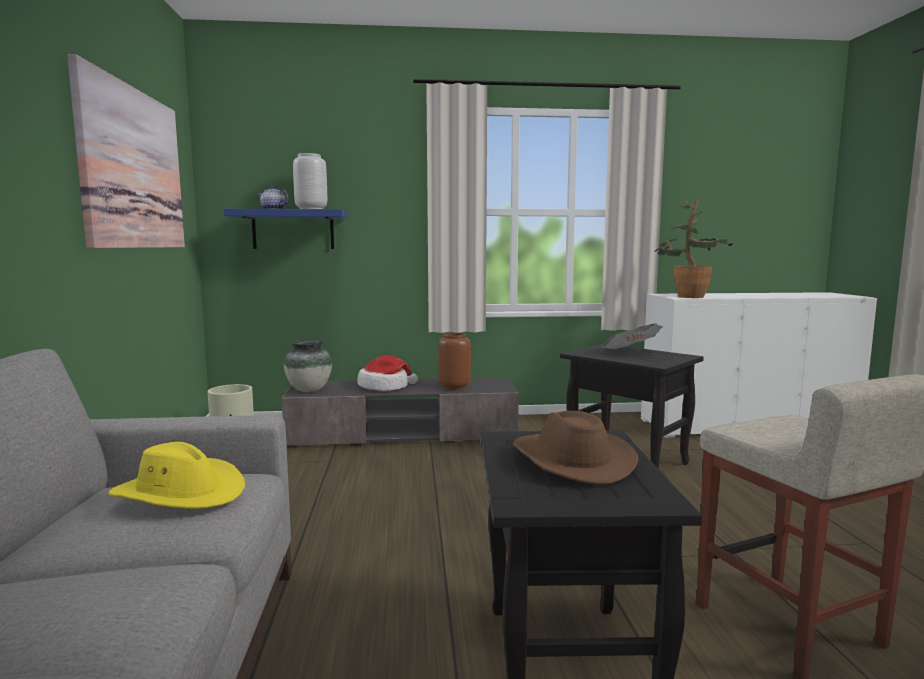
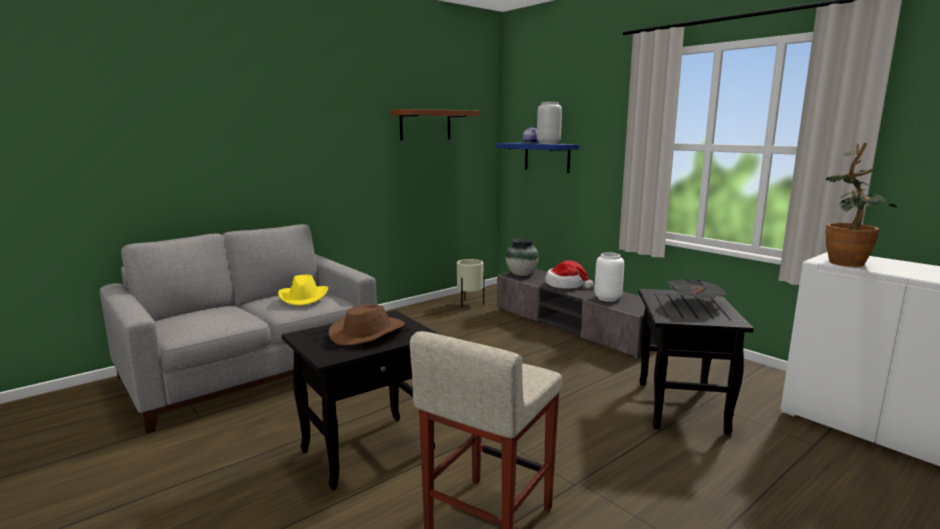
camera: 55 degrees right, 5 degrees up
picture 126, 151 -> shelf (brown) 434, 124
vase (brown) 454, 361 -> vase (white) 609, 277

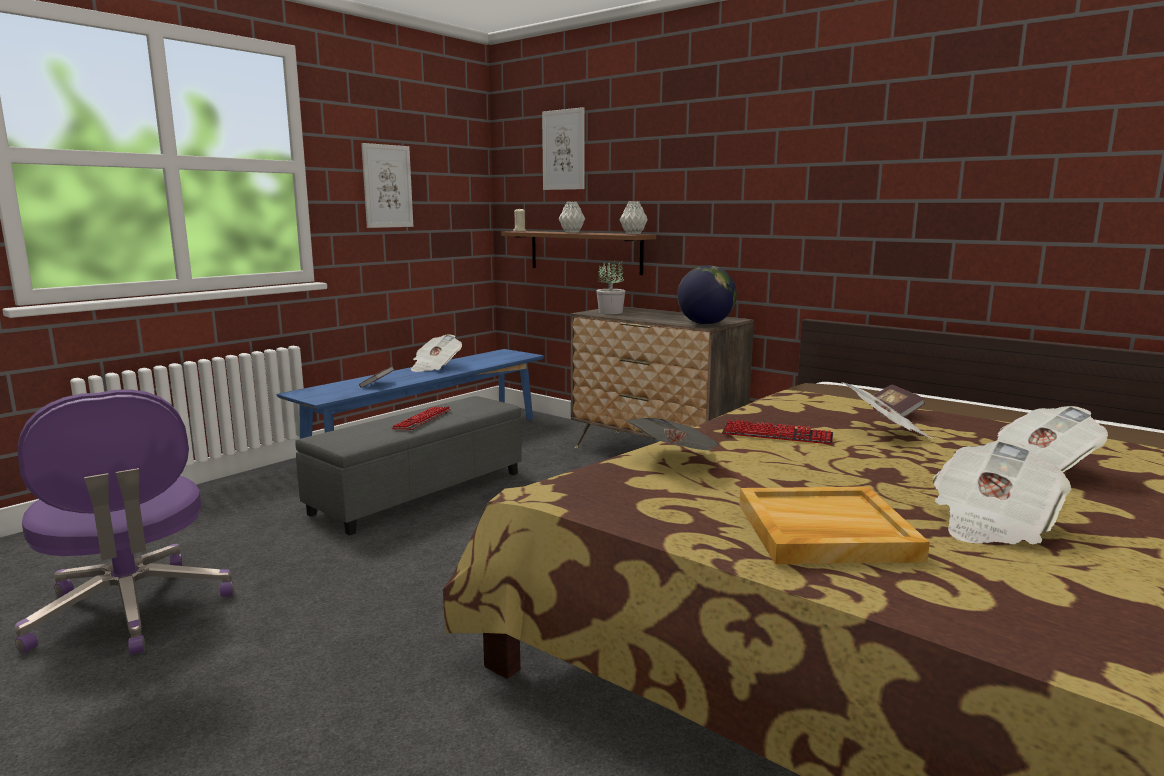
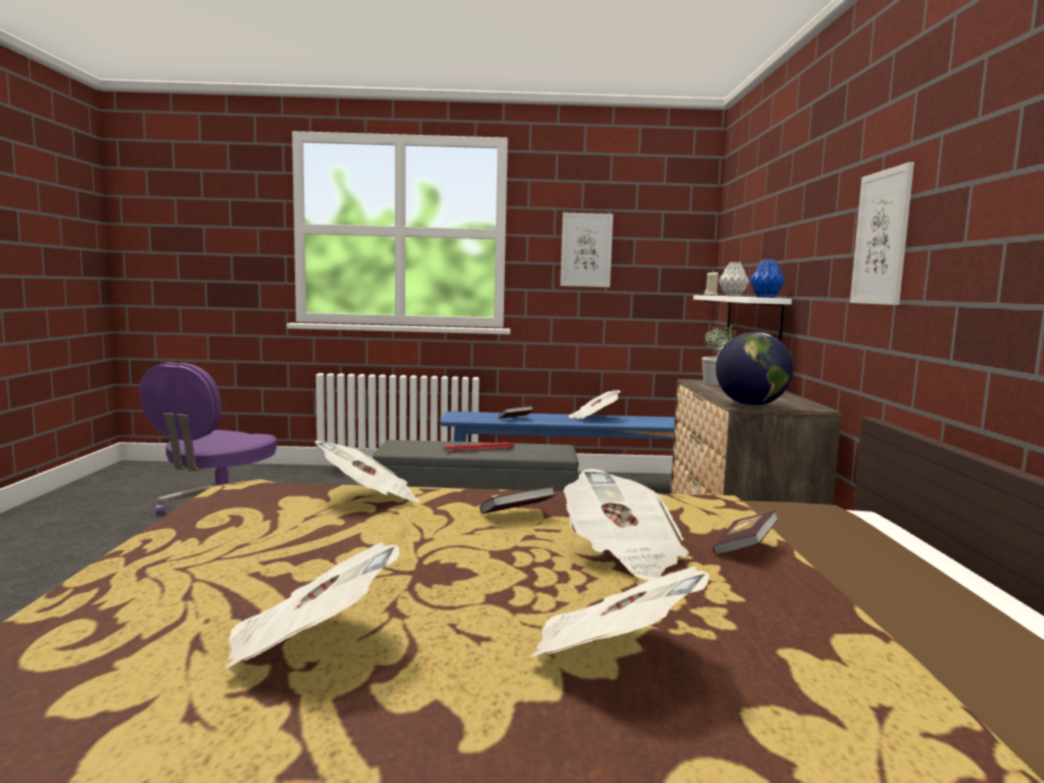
camera: 50 degrees right, 5 degrees down
keyboard 777, 432 -> book 518, 500
shelf (brown) 578, 253 -> shelf (white) 742, 318
vase (grey) 633, 217 -> vase (blue) 767, 278
picture 563, 148 -> picture 882, 233, shifted
tray (beige) 834, 525 -> none

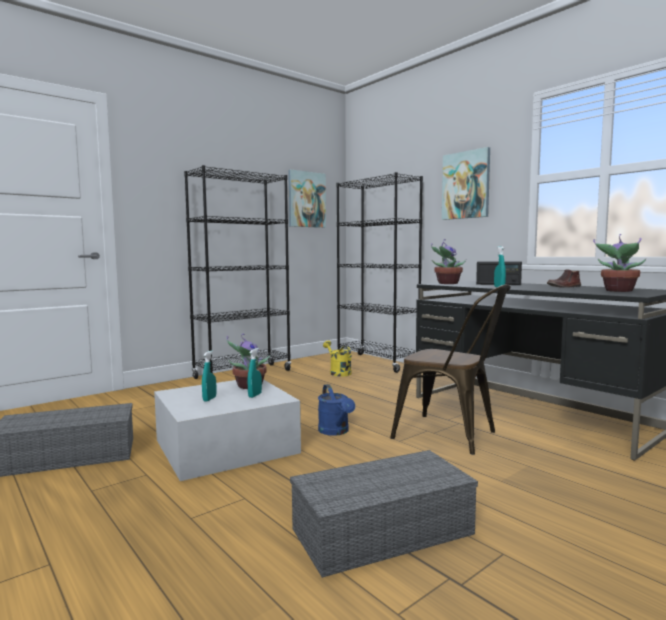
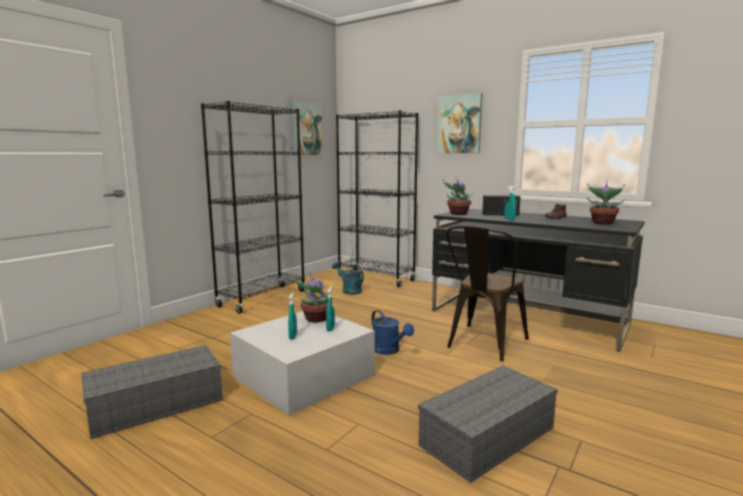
camera: 15 degrees left, 5 degrees up
watering can (yellow) 337, 358 -> watering can (turquoise) 348, 278
chair (brown) 450, 369 -> chair (brown) 487, 293, 105 degrees clockwise

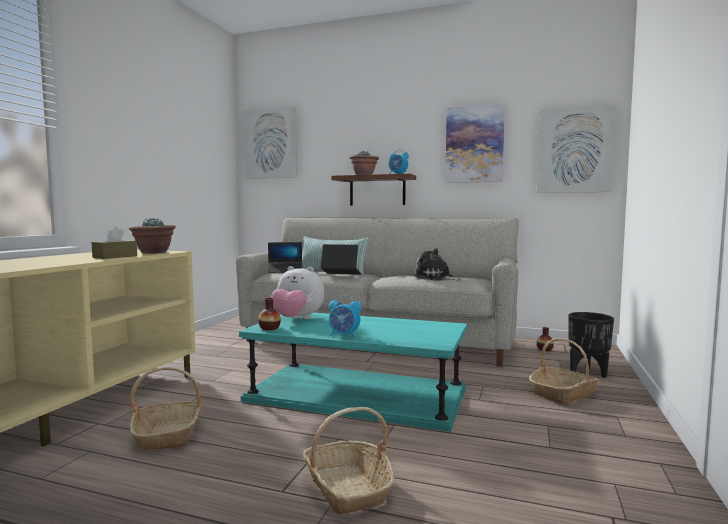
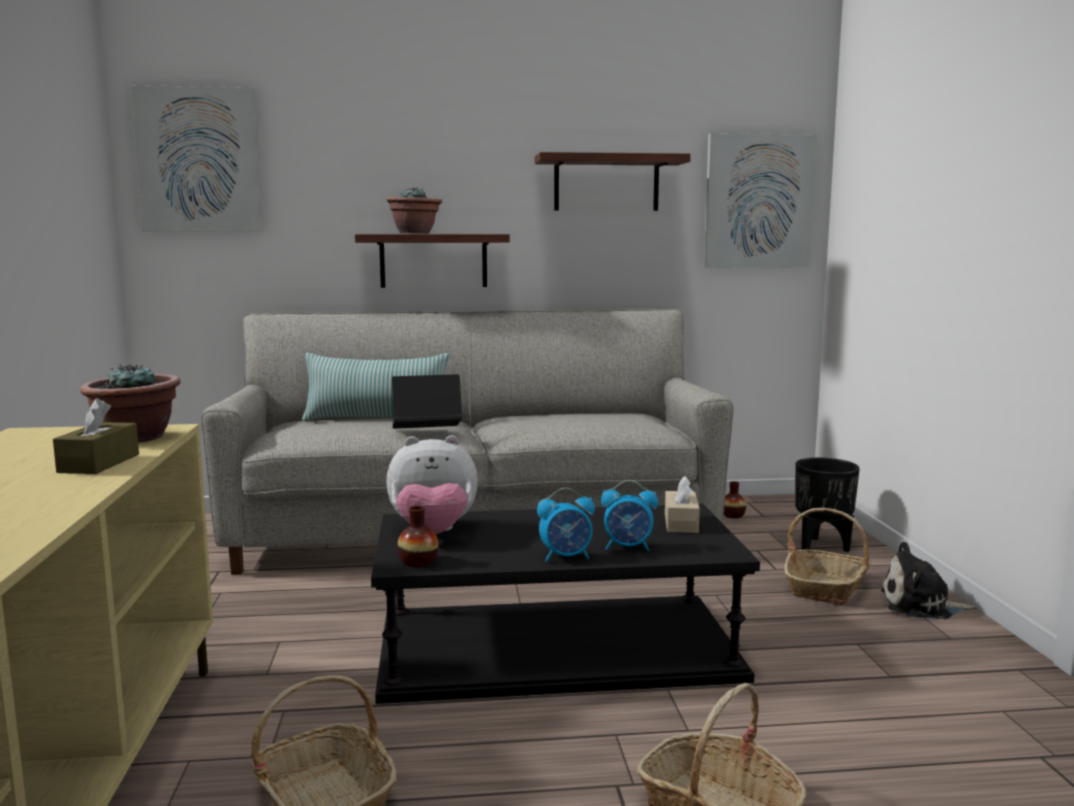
camera: 25 degrees left, 5 degrees up
coffee table (turquoise) 353, 372 -> coffee table (black) 565, 604
picture 475, 143 -> shelf 613, 181
alarm clock 398, 162 -> alarm clock 629, 515, shifted
none -> tissue box (beige) 682, 504
plush toy 438, 264 -> plush toy 928, 580, shifted
laptop 285, 257 -> none

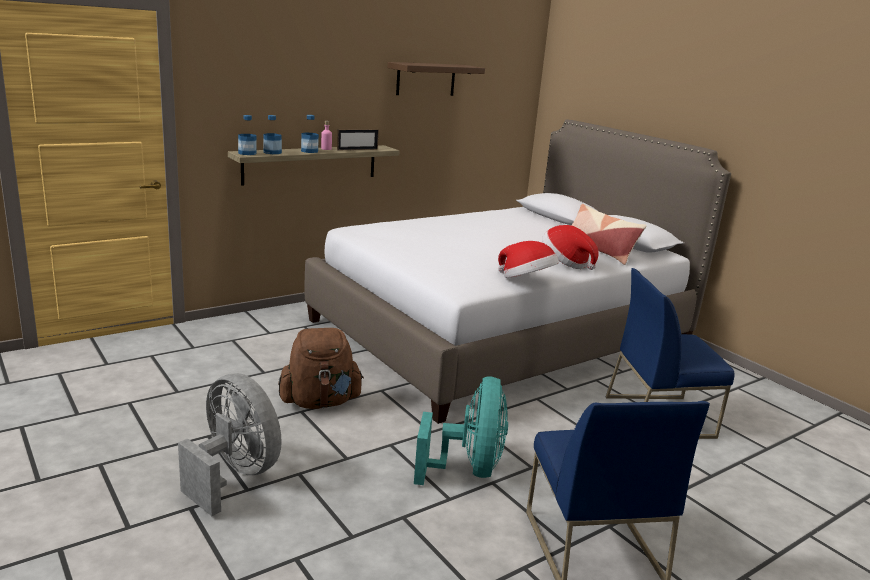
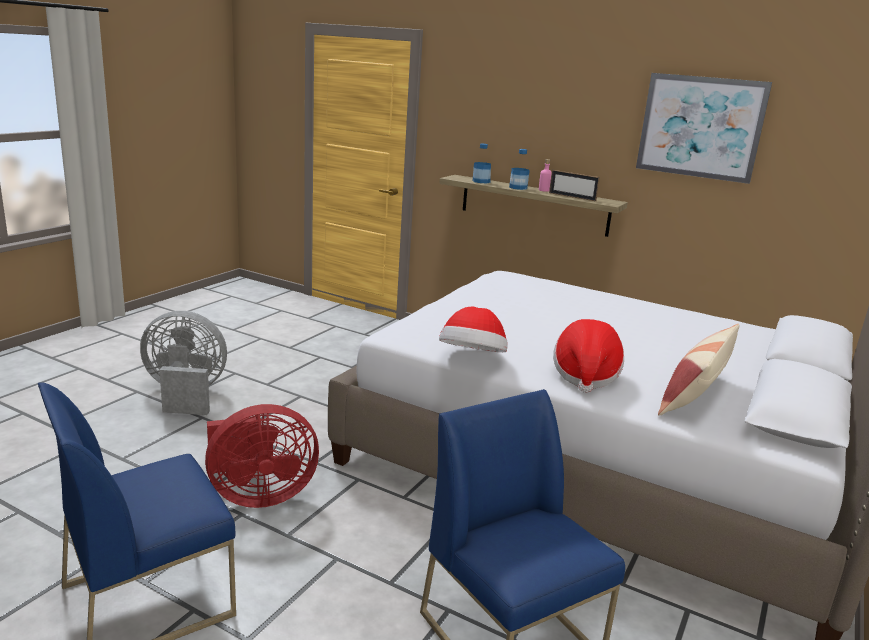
camera: 65 degrees right, 0 degrees up
fan (grey) 230, 444 -> fan (grey) 183, 363, 105 degrees counterclockwise
fan (turquoise) 461, 431 -> fan (red) 262, 456
shelf (brown) 436, 79 -> picture 704, 128
bottle 247, 135 -> none
backpack (brown) 321, 368 -> none

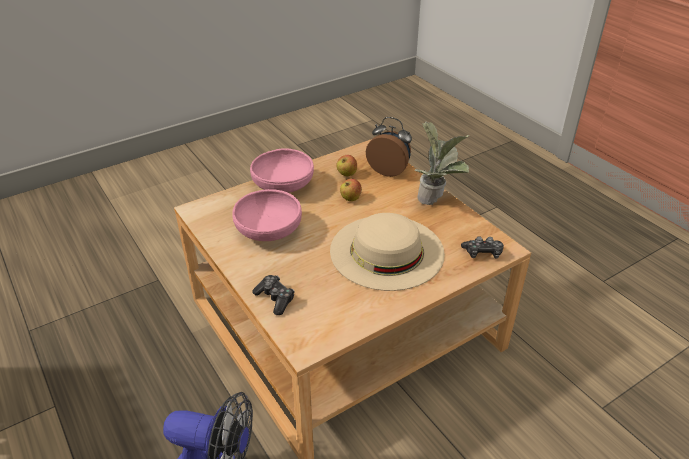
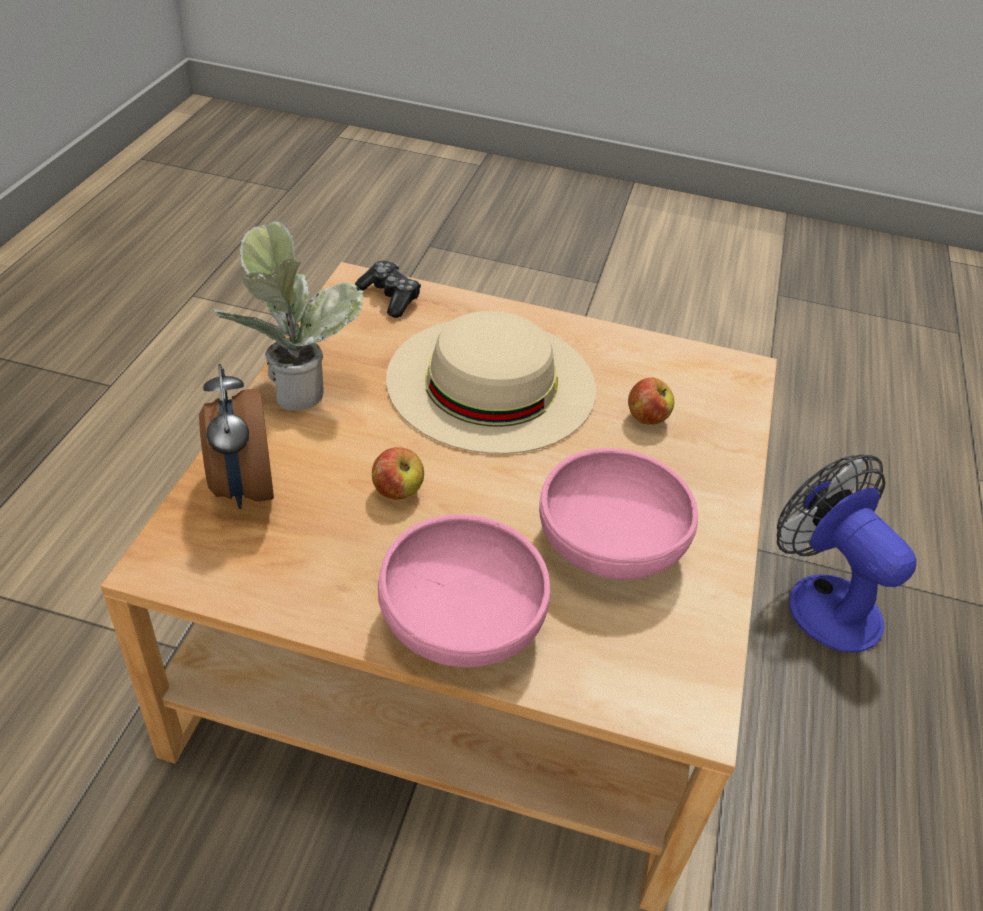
camera: 135 degrees left, 5 degrees up
apple 346, 165 -> apple 651, 401, shifted
game controller 273, 295 -> none

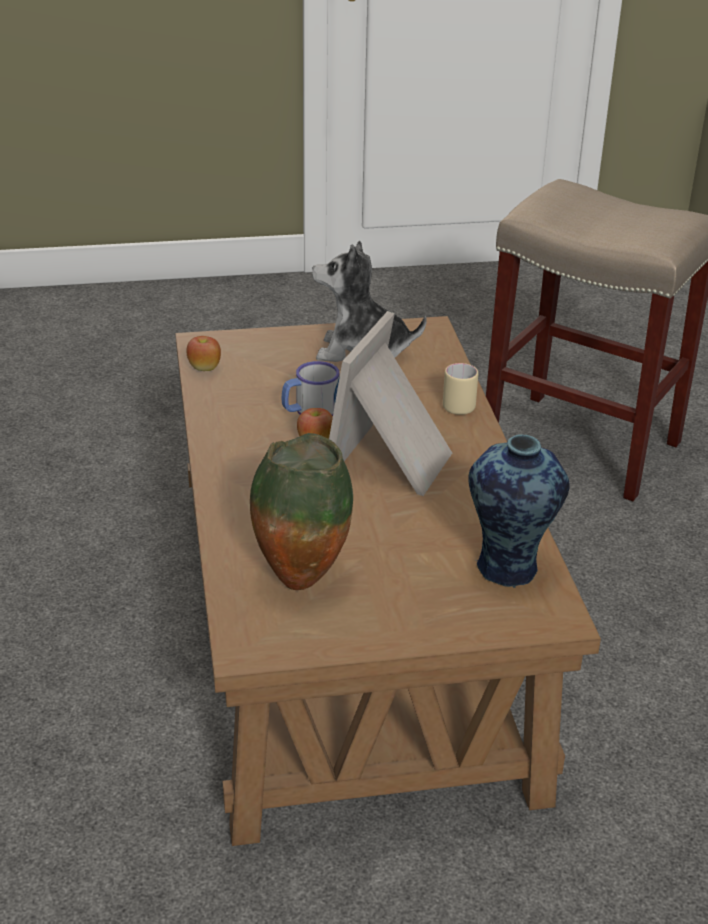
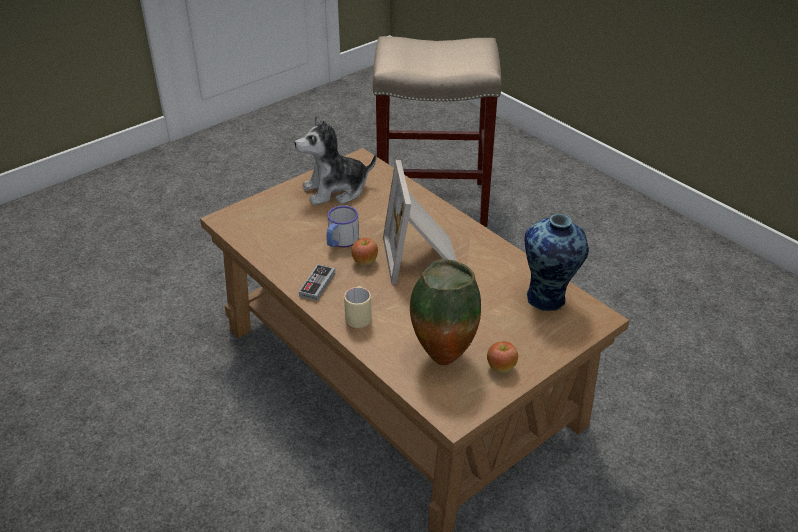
camera: 30 degrees left, 5 degrees up
none -> game controller 317, 282
mug (beige) 460, 389 -> mug (beige) 358, 307, shifted
apple 203, 353 -> apple 502, 357, shifted

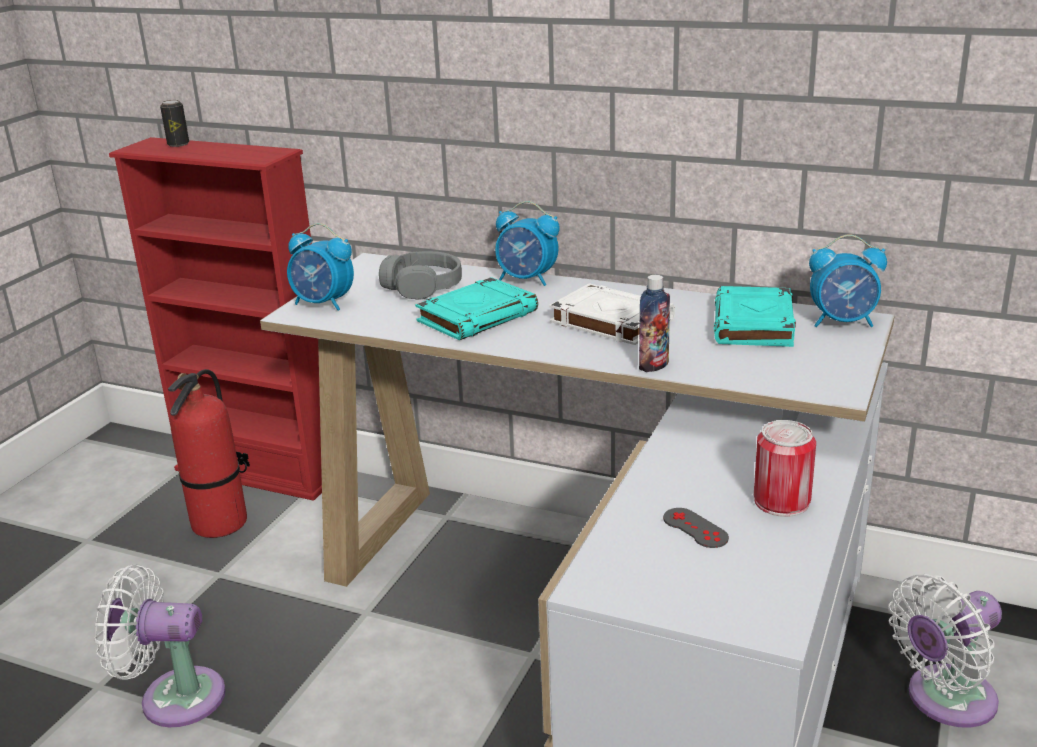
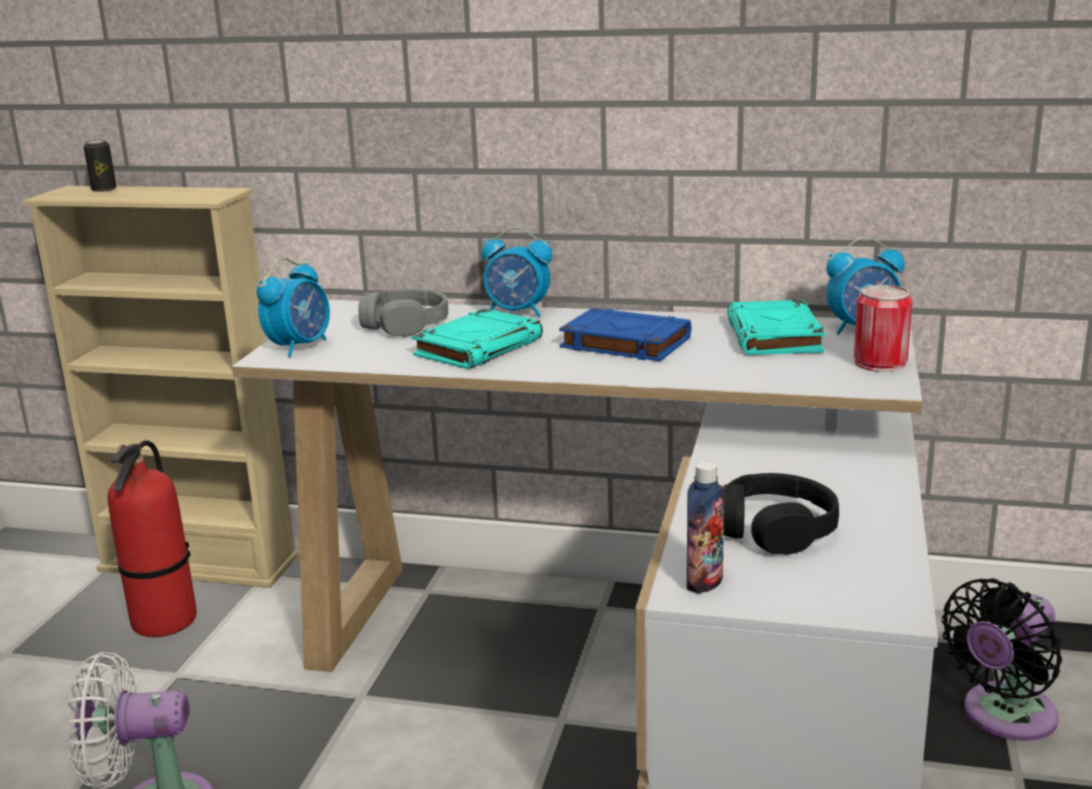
camera: 10 degrees left, 5 degrees down
bookcase (red) 215, 319 -> bookcase (beige) 161, 387
alarm clock 320, 267 -> alarm clock 293, 307, 75 degrees counterclockwise
book (white) 612, 314 -> book (blue) 625, 334
bottle 654, 323 -> bottle 706, 527, shifted
game controller (grey) 696, 528 -> headphones (black) 781, 514
can 785, 468 -> can 883, 328, shifted
fan (white) 945, 651 -> fan (black) 1002, 659

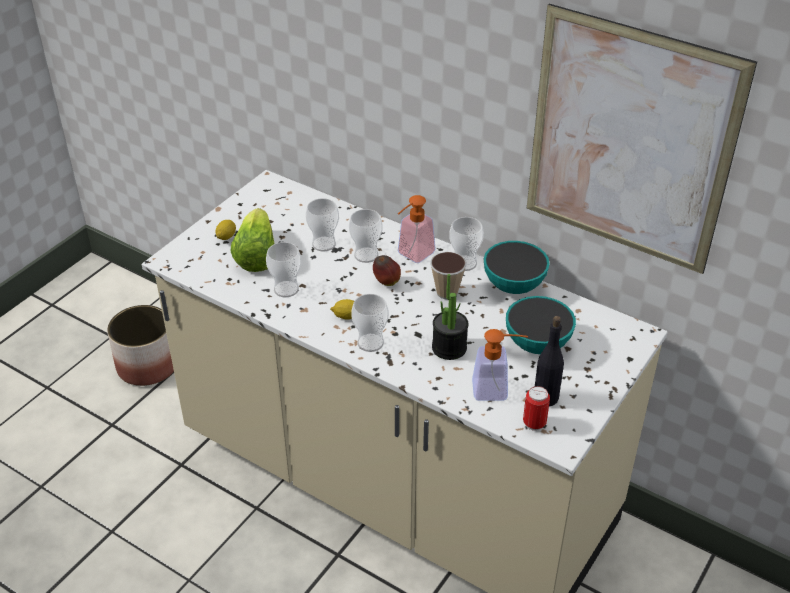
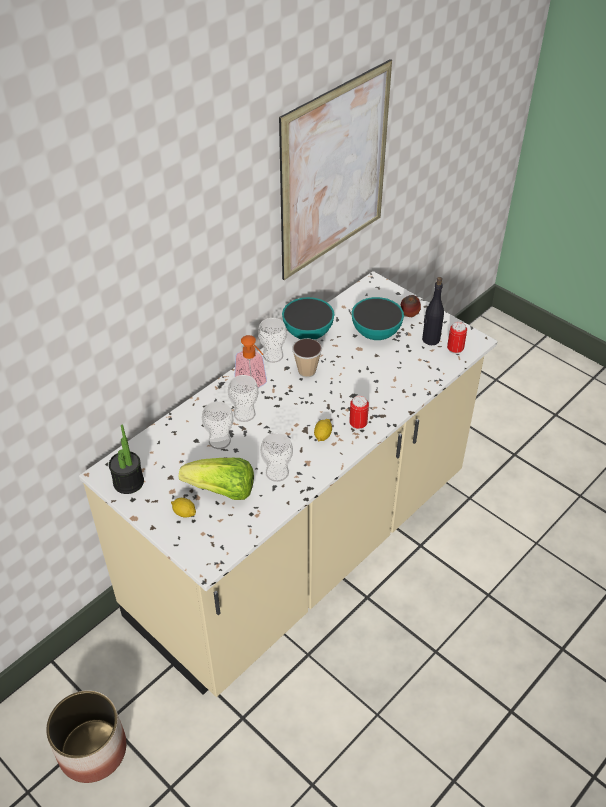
camera: 80 degrees left, 5 degrees up
potted plant 450, 317 -> potted plant 126, 459, shifted
cup 370, 323 -> can 359, 413
apple 387, 270 -> apple 411, 306, shifted
soap dispenser 500, 365 -> none

